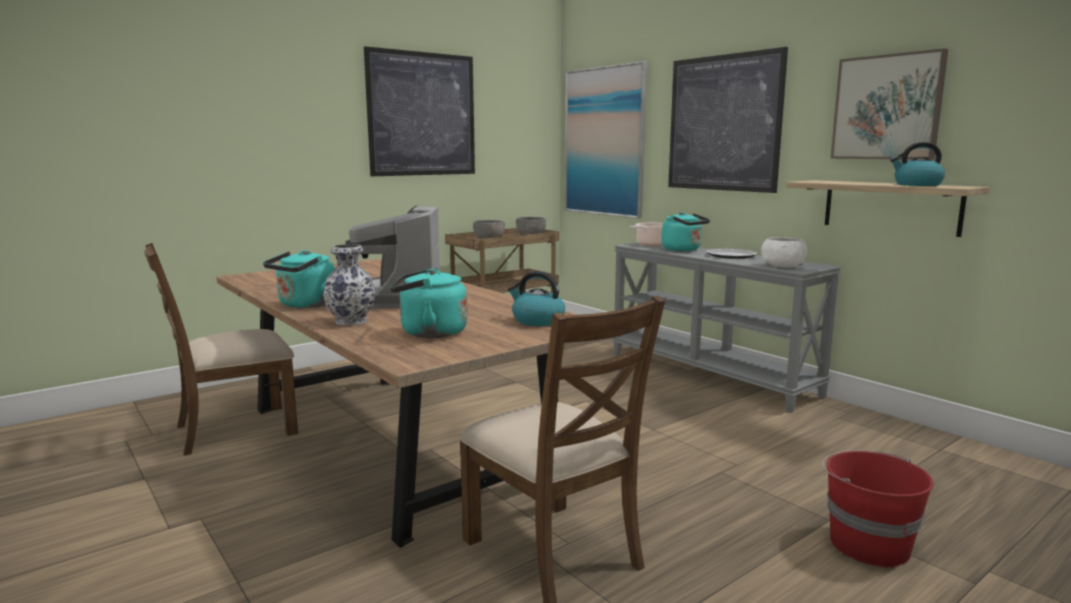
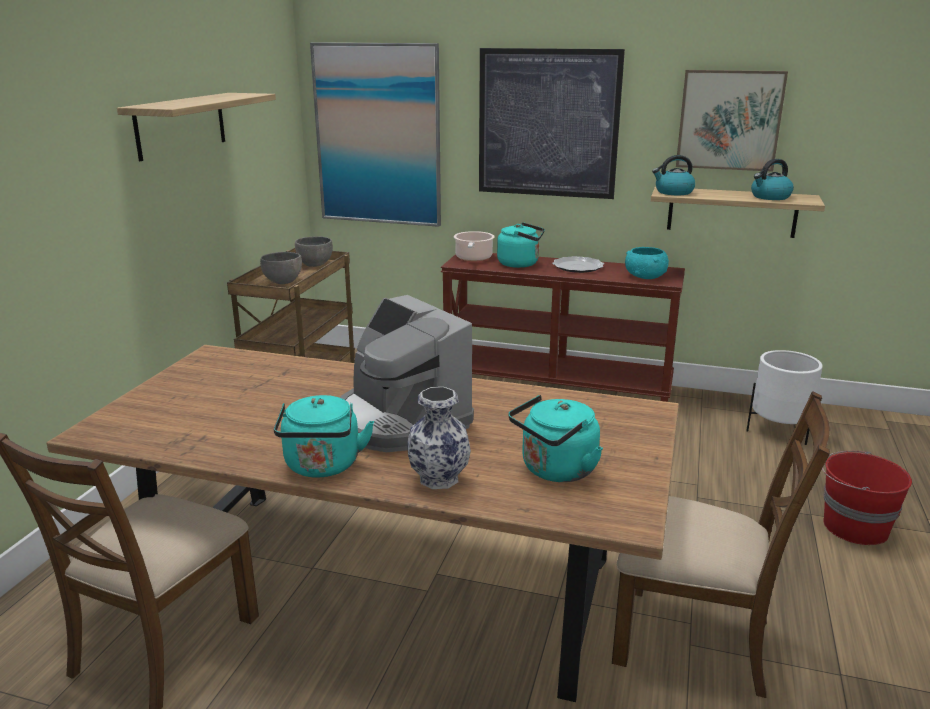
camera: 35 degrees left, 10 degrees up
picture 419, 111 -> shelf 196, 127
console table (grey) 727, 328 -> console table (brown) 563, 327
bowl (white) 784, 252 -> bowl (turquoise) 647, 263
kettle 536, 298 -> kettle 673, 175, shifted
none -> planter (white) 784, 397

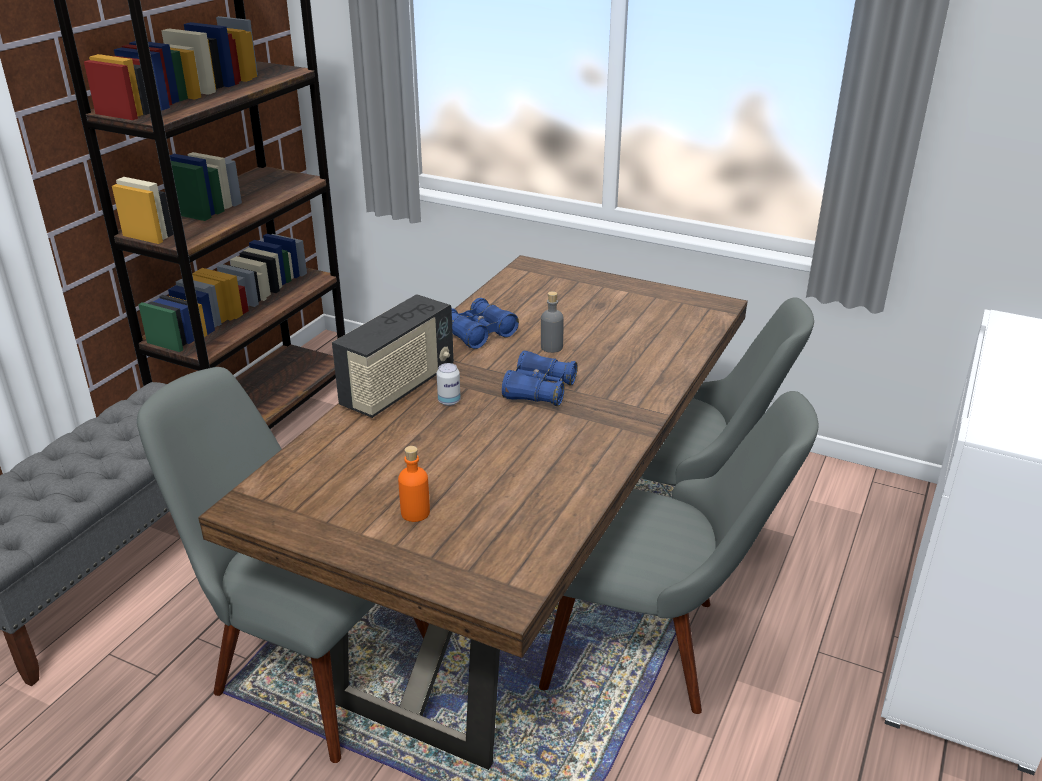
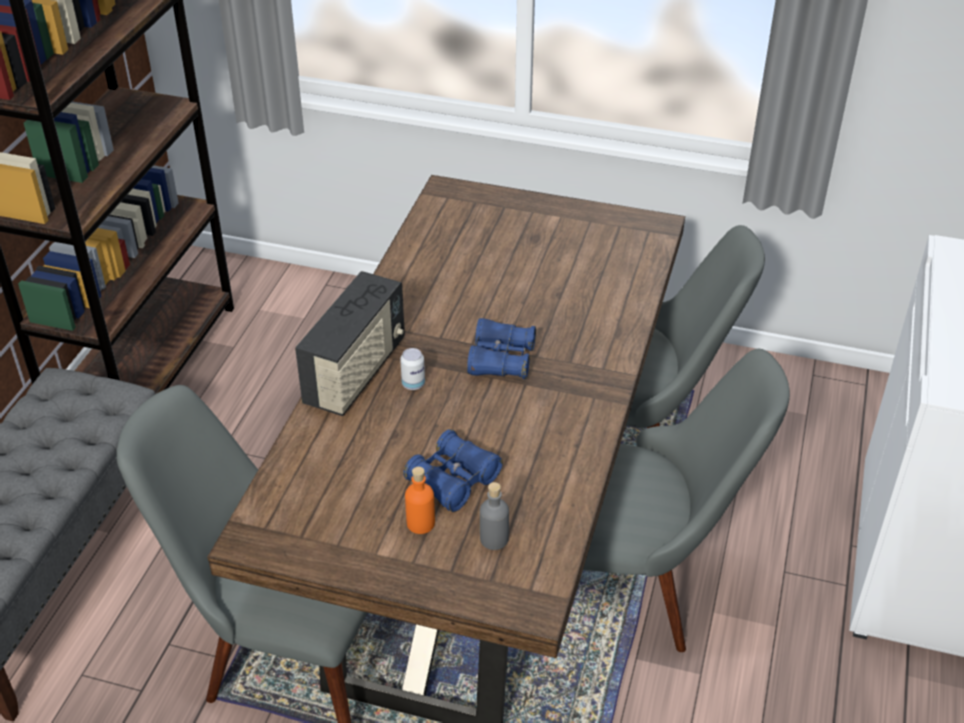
camera: 10 degrees left, 10 degrees up
binoculars (blue) 485, 323 -> binoculars (blue) 453, 470, shifted
bottle (grey) 552, 322 -> bottle (grey) 494, 516, shifted

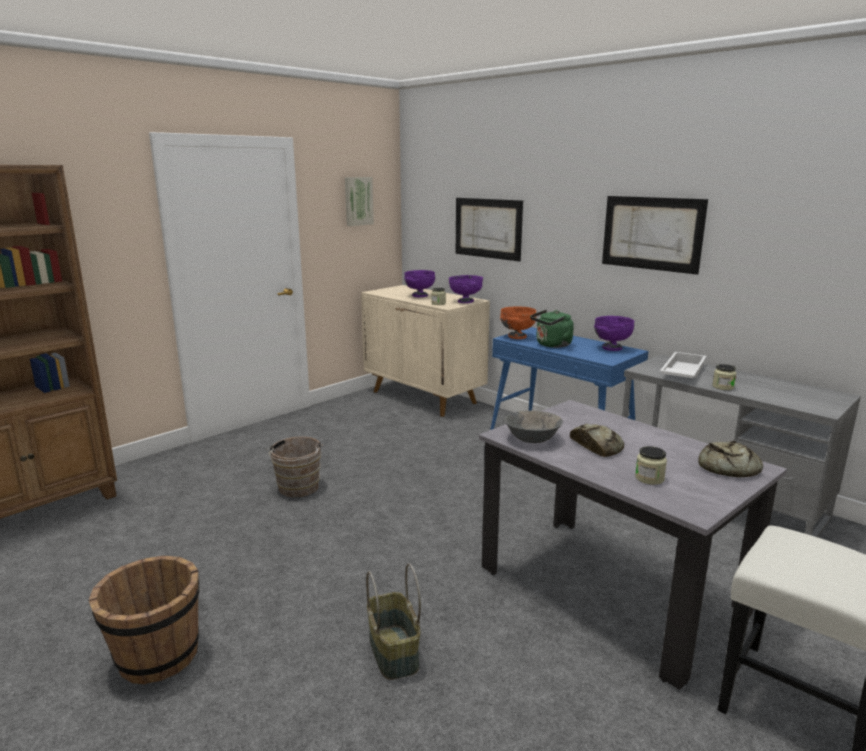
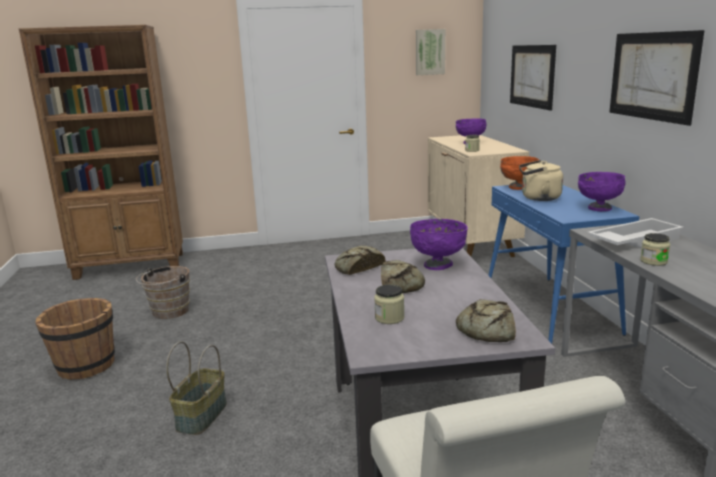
camera: 35 degrees right, 0 degrees up
bucket (brown) 294, 466 -> bucket (brown) 163, 292, shifted
bowl (grey) 533, 427 -> bread 360, 260
bowl (purple) 466, 289 -> bowl (purple) 439, 244, shifted
kettle (green) 552, 329 -> kettle (beige) 541, 180

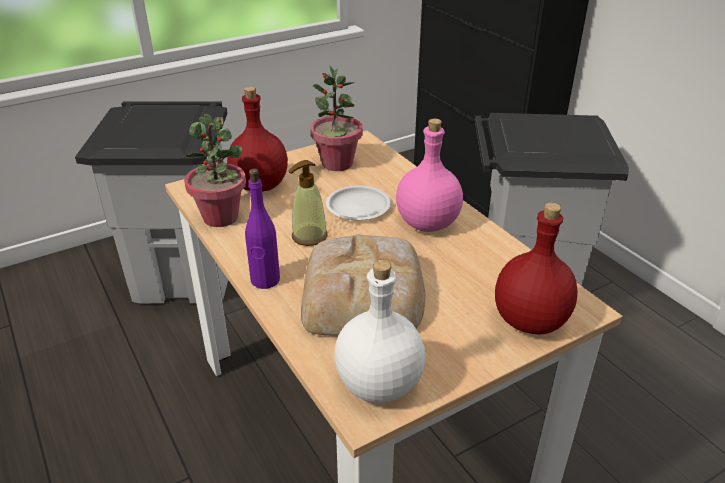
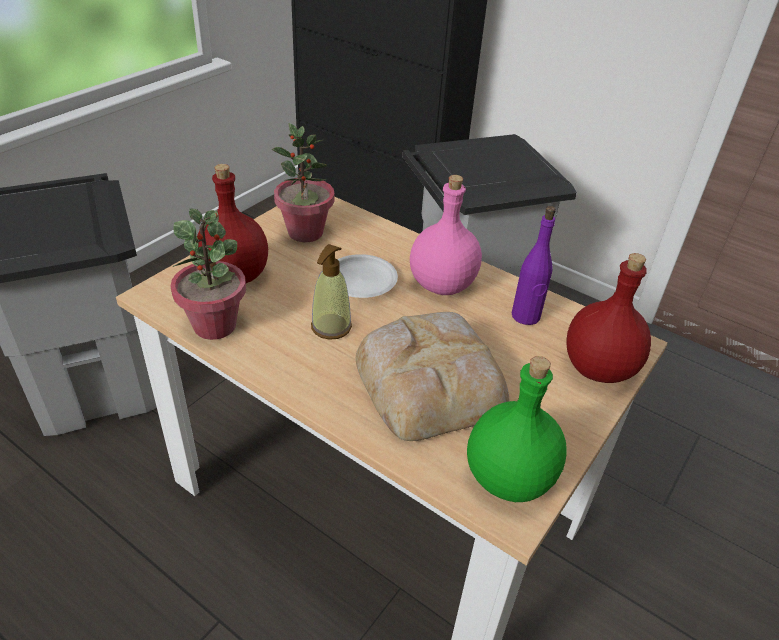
camera: 25 degrees left, 5 degrees up
bottle (white) 380, 331 -> bottle (green) 517, 429
bottle (purple) 262, 228 -> bottle (purple) 534, 265, shifted

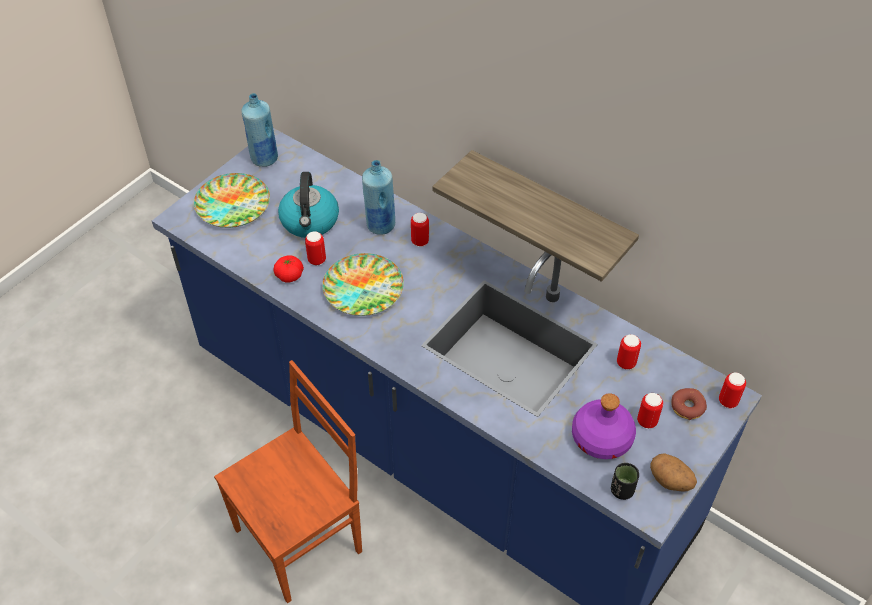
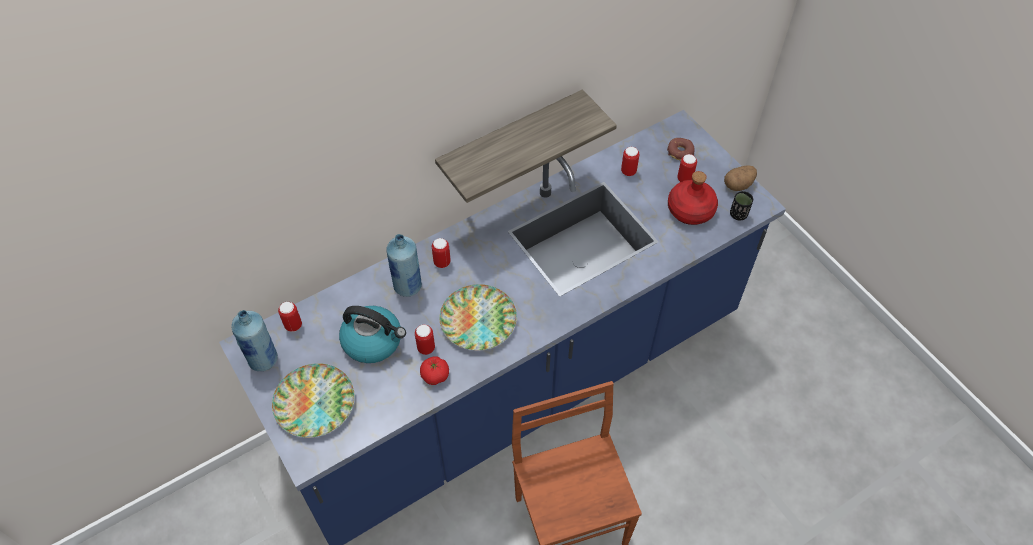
camera: 70 degrees left, 5 degrees up
can 732, 390 -> can 290, 317, shifted
bottle (purple) 604, 426 -> bottle (red) 693, 198

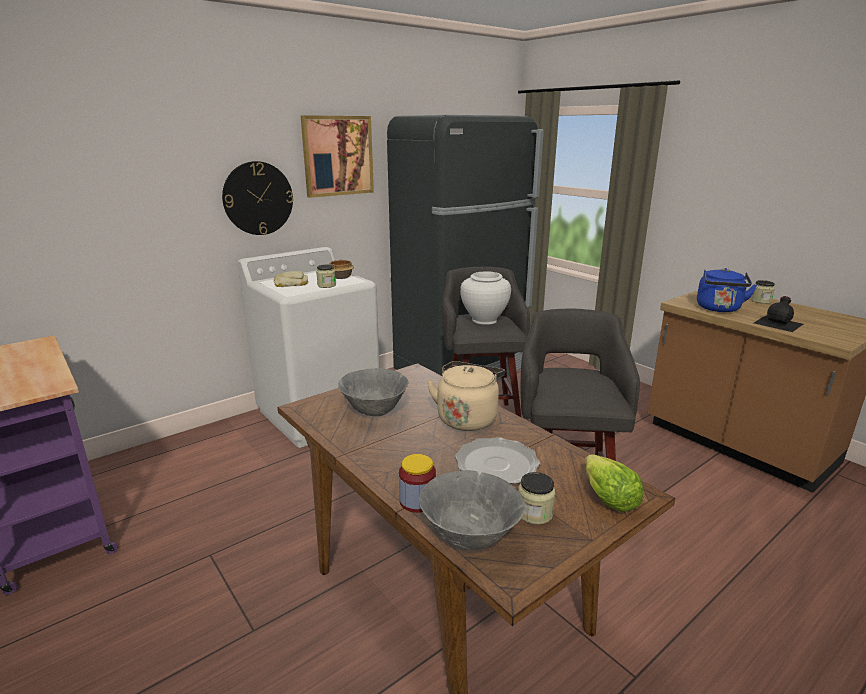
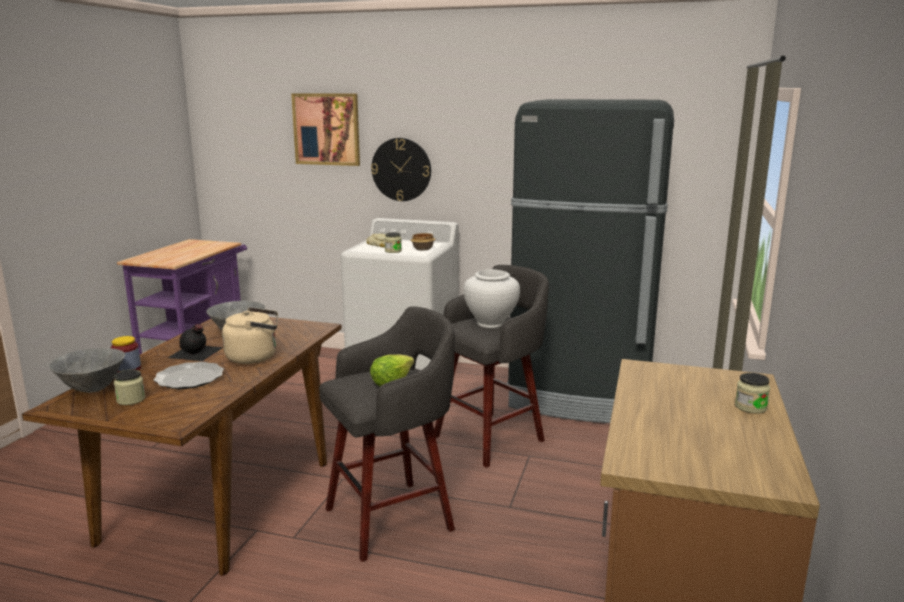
camera: 55 degrees right, 5 degrees down
bottle (black) 778, 314 -> bottle (black) 195, 342, shifted
picture 337, 156 -> picture 325, 129, shifted
lettuce 614, 483 -> lettuce 392, 370, shifted
kettle (blue) 727, 290 -> none

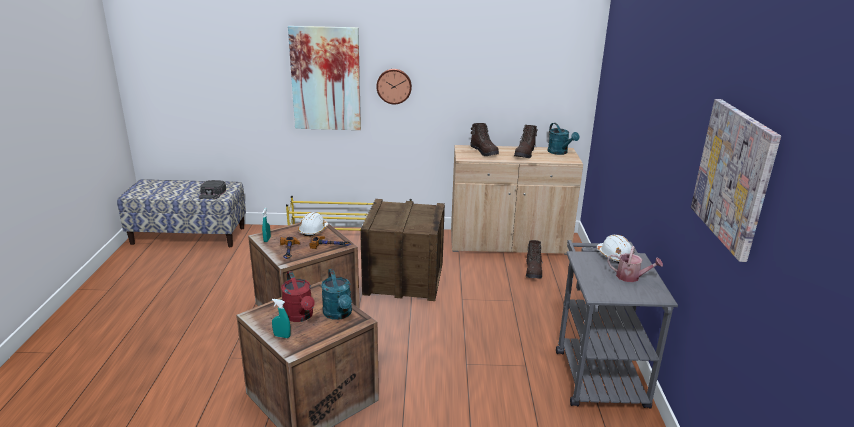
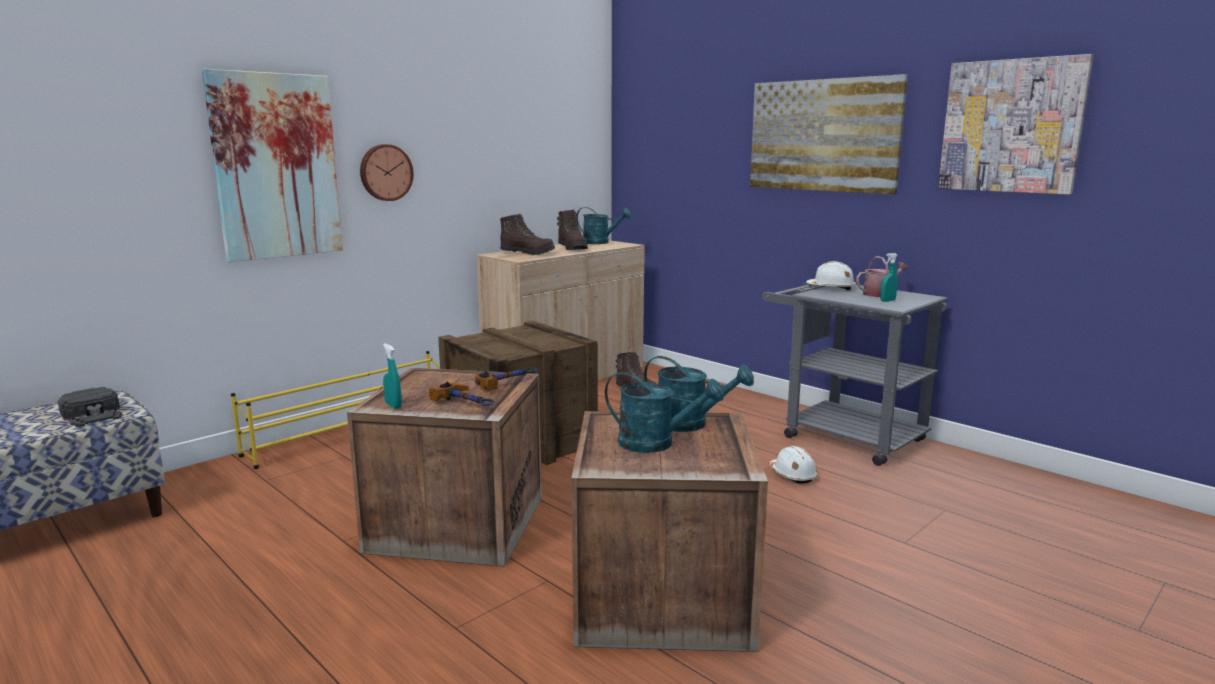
camera: 45 degrees left, 10 degrees down
watering can (red) 298, 296 -> watering can (turquoise) 664, 412
none -> picture 829, 134
hard hat (white) 313, 224 -> hard hat (white) 794, 465, shifted
spray bottle (turquoise) 281, 318 -> spray bottle (turquoise) 889, 277, shifted

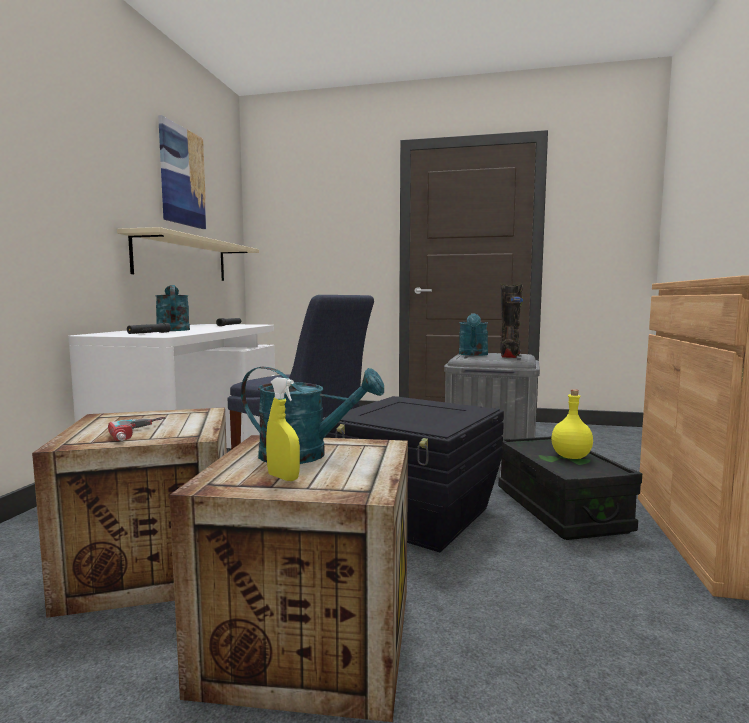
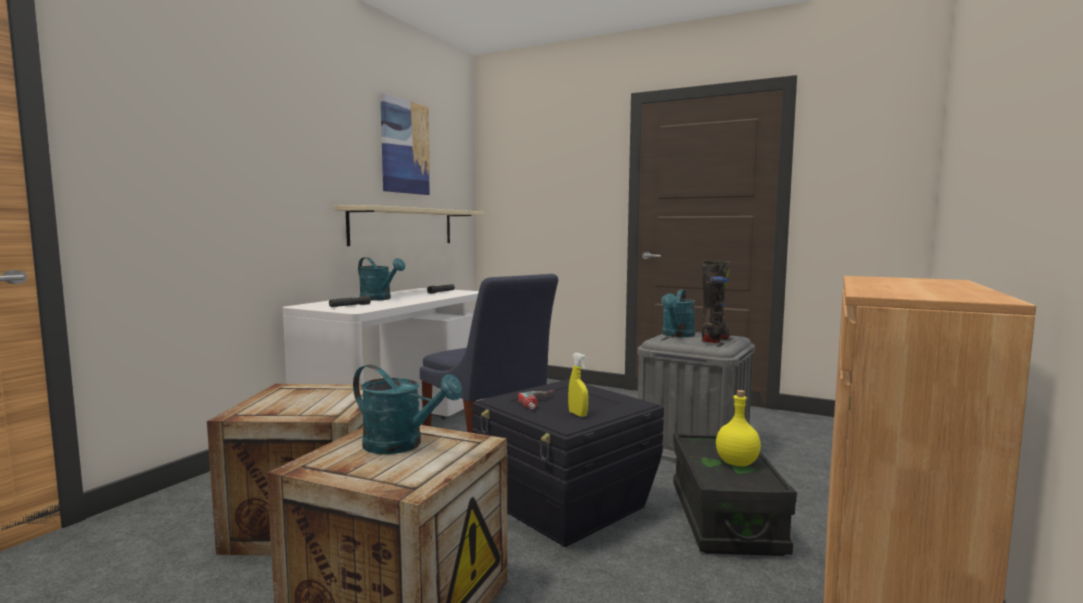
camera: 15 degrees right, 0 degrees up
watering can (turquoise) 172, 308 -> watering can (turquoise) 381, 279, 135 degrees clockwise
power drill 137, 429 -> power drill 536, 399, shifted
spray bottle (yellow) 283, 429 -> spray bottle (yellow) 578, 385, shifted

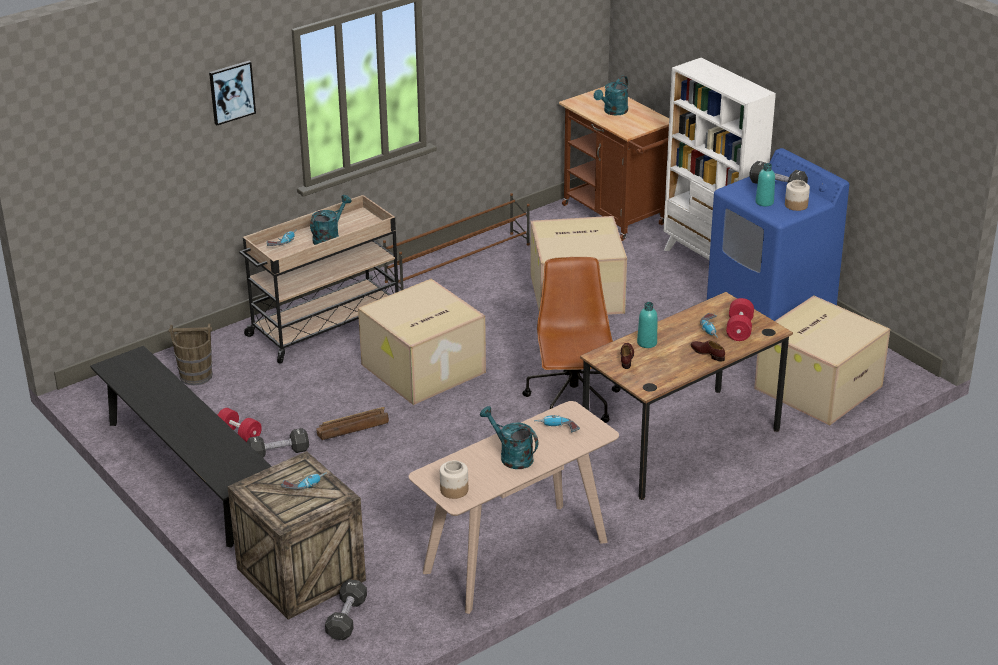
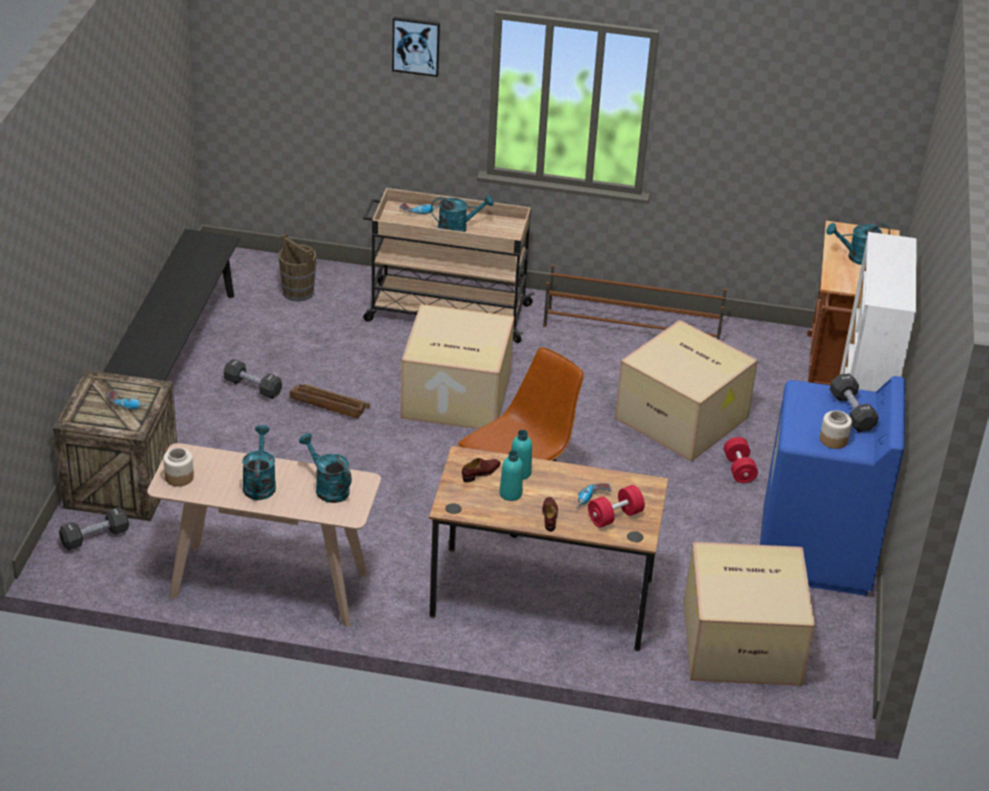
camera: 45 degrees right, 5 degrees up
power drill 557, 423 -> watering can (turquoise) 325, 468
bottle (turquoise) 765, 184 -> bottle (turquoise) 511, 475, shifted
dumbbell (red) 240, 425 -> dumbbell (red) 741, 460, shifted

